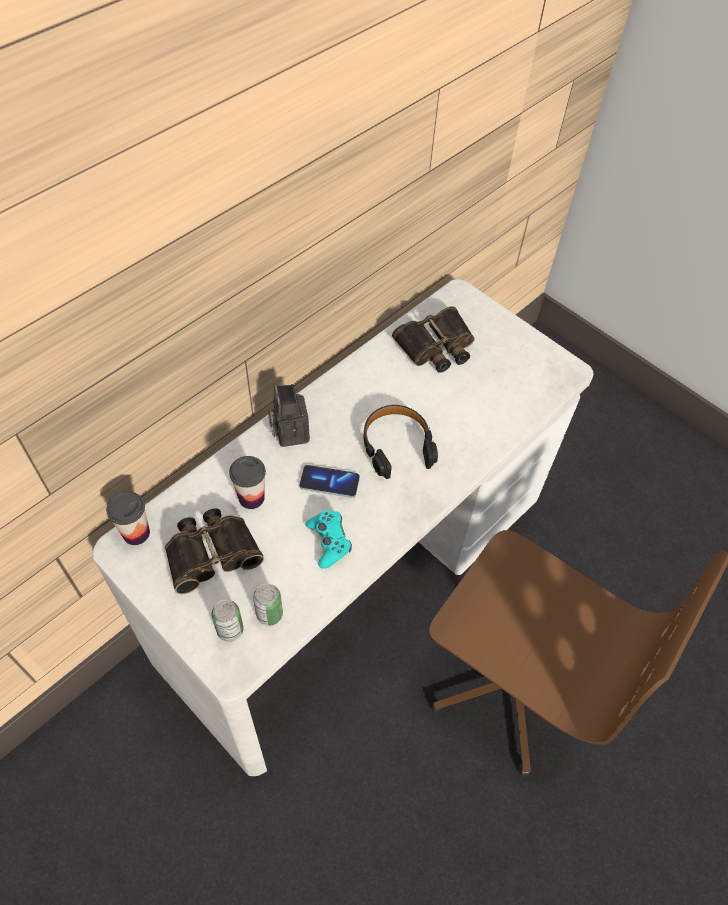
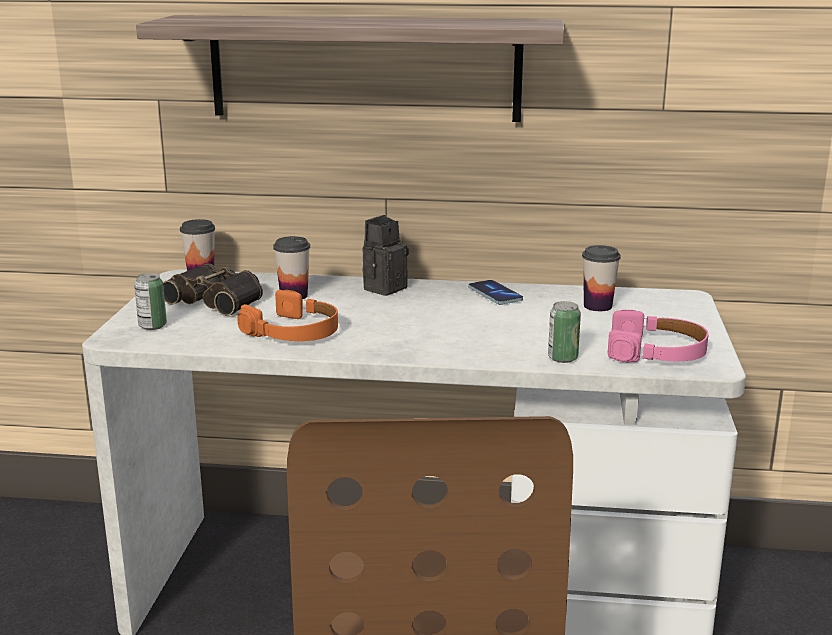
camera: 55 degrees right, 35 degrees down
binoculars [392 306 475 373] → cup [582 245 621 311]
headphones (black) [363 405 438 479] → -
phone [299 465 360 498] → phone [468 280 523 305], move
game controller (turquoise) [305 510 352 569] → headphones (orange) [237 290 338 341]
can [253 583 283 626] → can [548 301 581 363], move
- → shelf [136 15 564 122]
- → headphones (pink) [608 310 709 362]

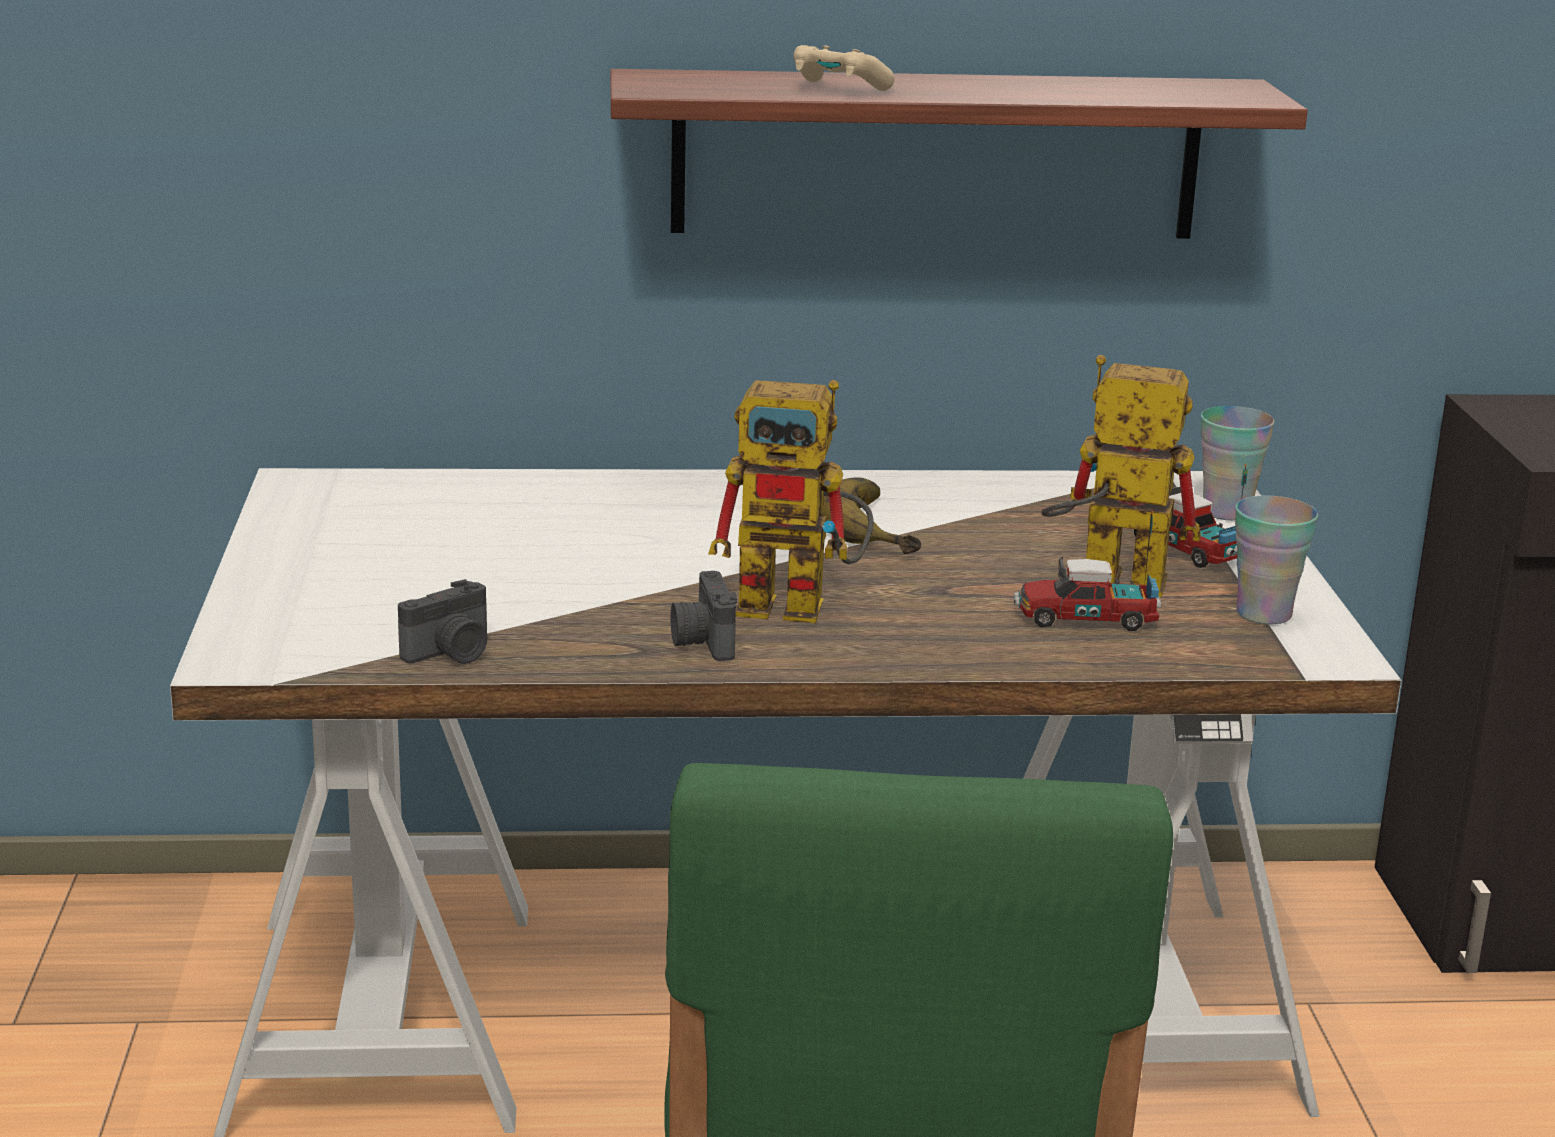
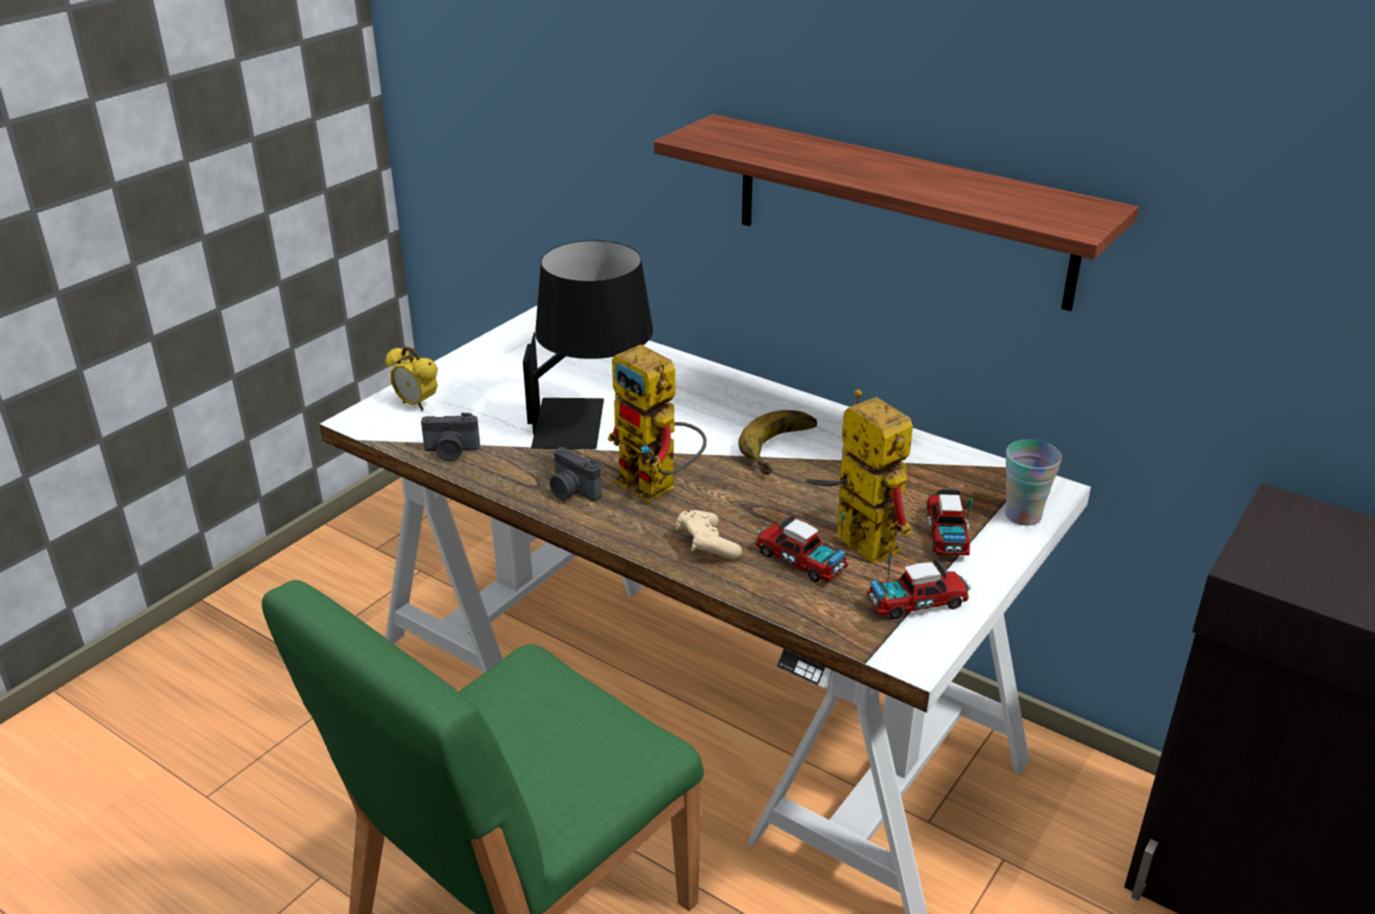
camera: 40 degrees right, 10 degrees up
game controller (beige) [794 45 894 91] → game controller (beige) [676 510 742 560], move
cup [1235 496 1318 625] → toy truck [866 551 971 619]
photo camera [670 571 737 661] → photo camera [550 447 602 501], 75 degrees counterclockwise
- → table lamp (black) [523 240 653 449]
- → alarm clock [385 346 438 411]

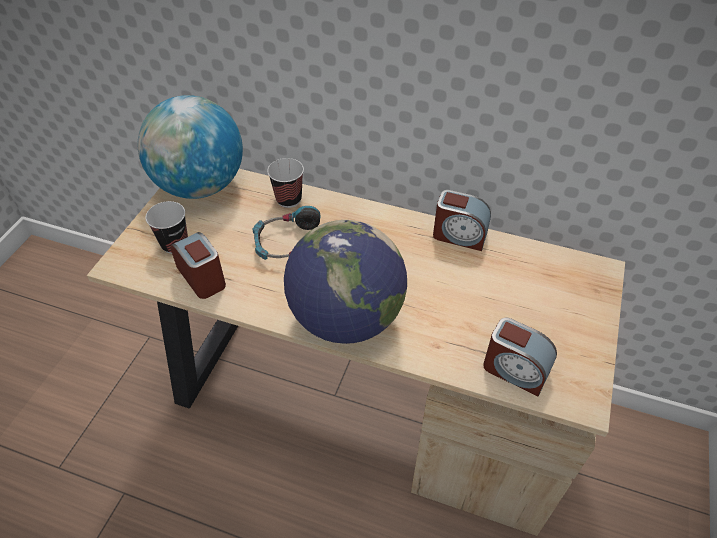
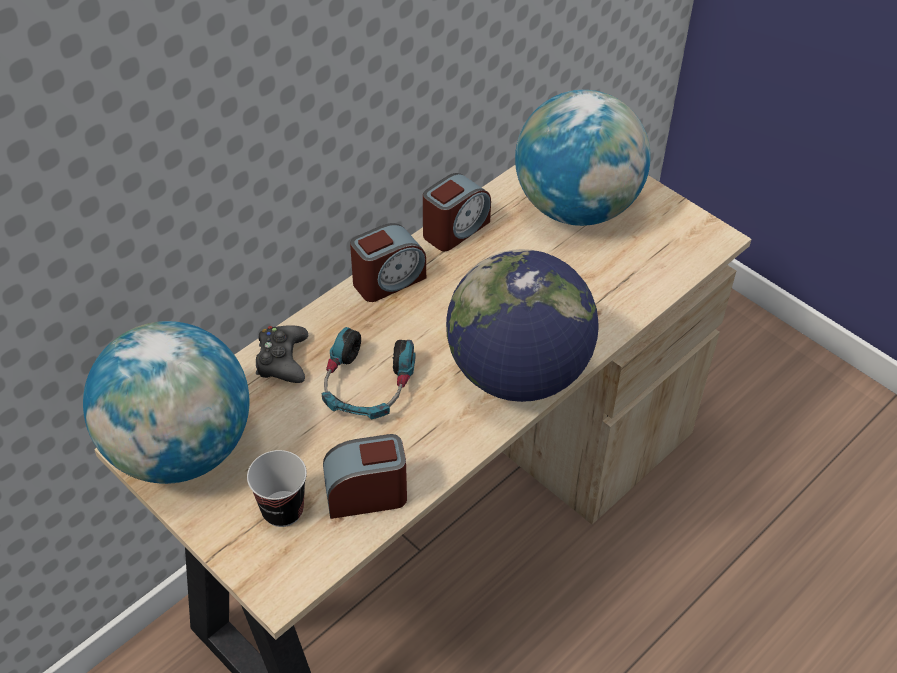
camera: 65 degrees left, 0 degrees up
cup [267 158 304 208] → game controller (black) [256 325 308 383]
alarm clock [483 317 557 396] → alarm clock [350 223 426 302], move
- → globe [515 90 651 226]

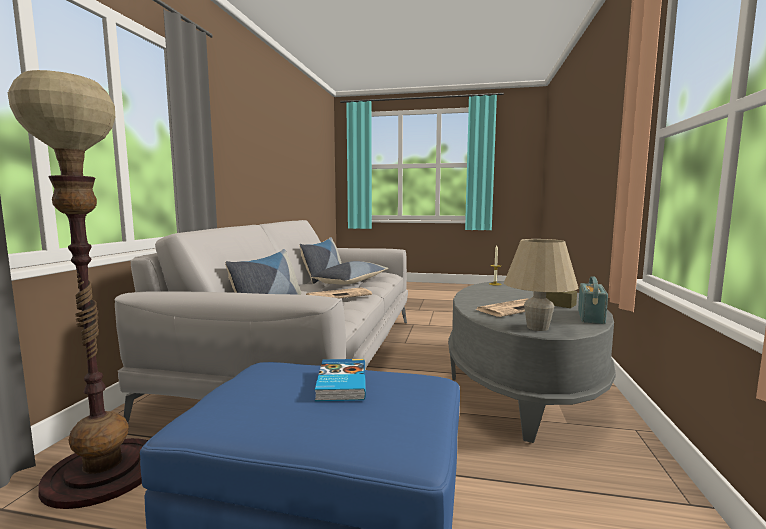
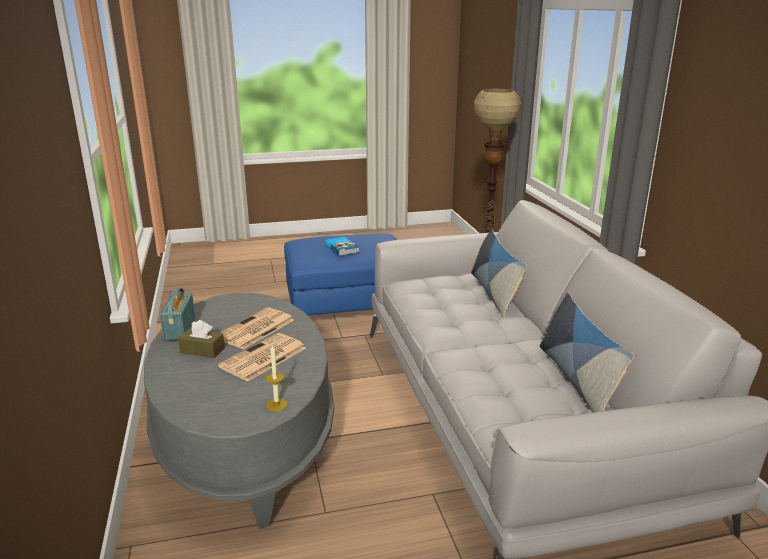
camera: 155 degrees right, 15 degrees up
table lamp (beige) [504 239 579 331] → -
pillow [311 261 388 284] → -
newspaper [306 287 372 298] → newspaper [218 333 306 382], move

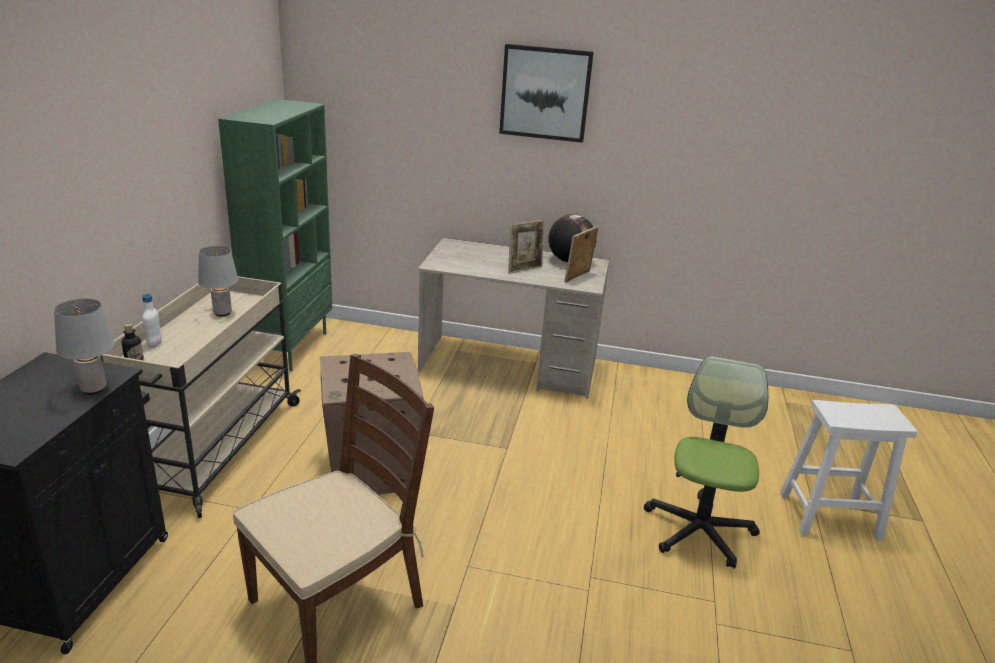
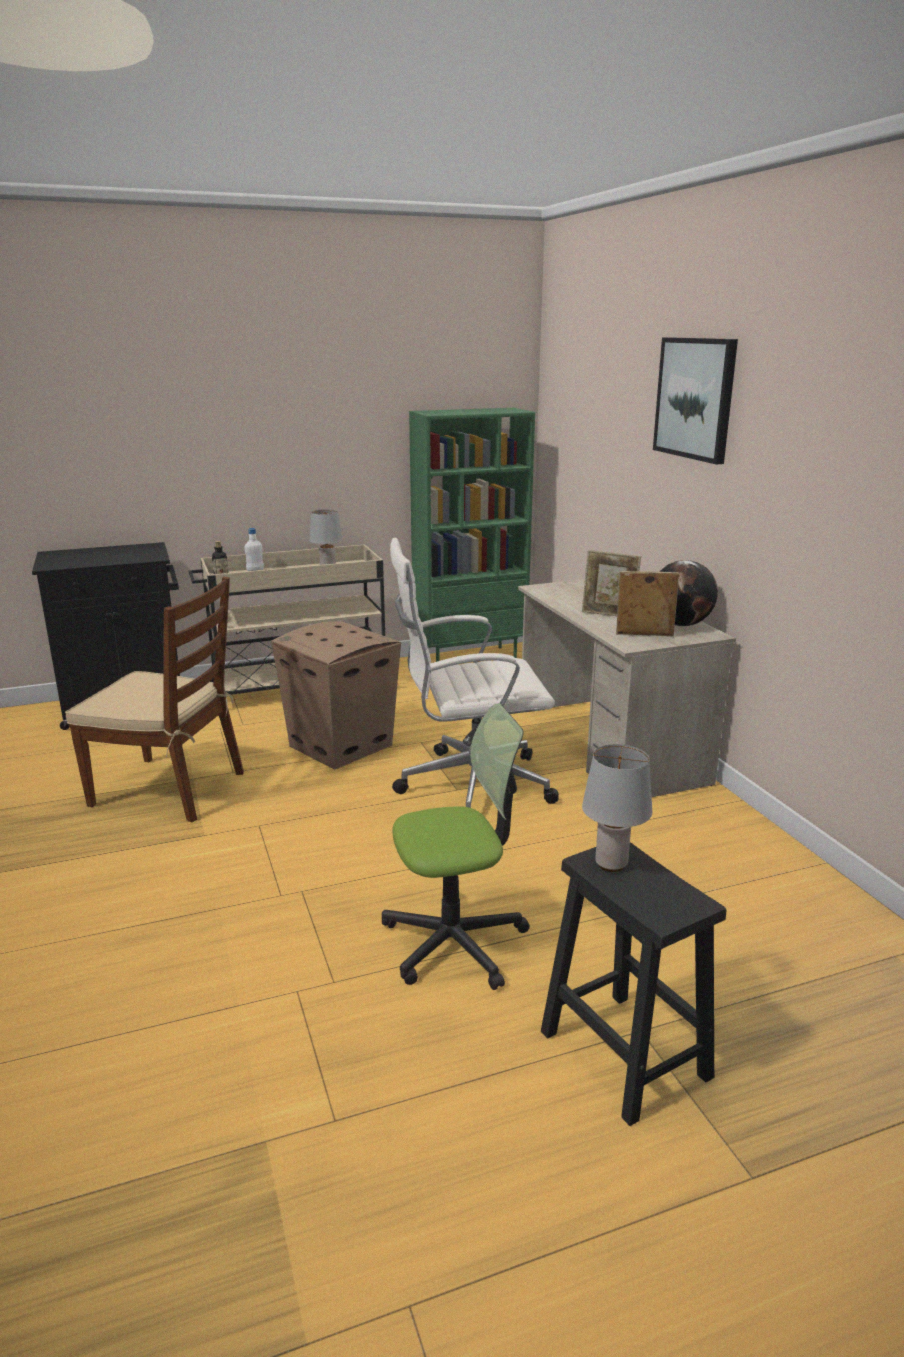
camera: 60 degrees right, 5 degrees down
table lamp (grey) [54 299 115 395] → table lamp (grey) [582 744 652 872], move
stool (white) [780 400 917 540] → stool (black) [541 842 726 1126]
- → office chair (white) [390 538 559 808]

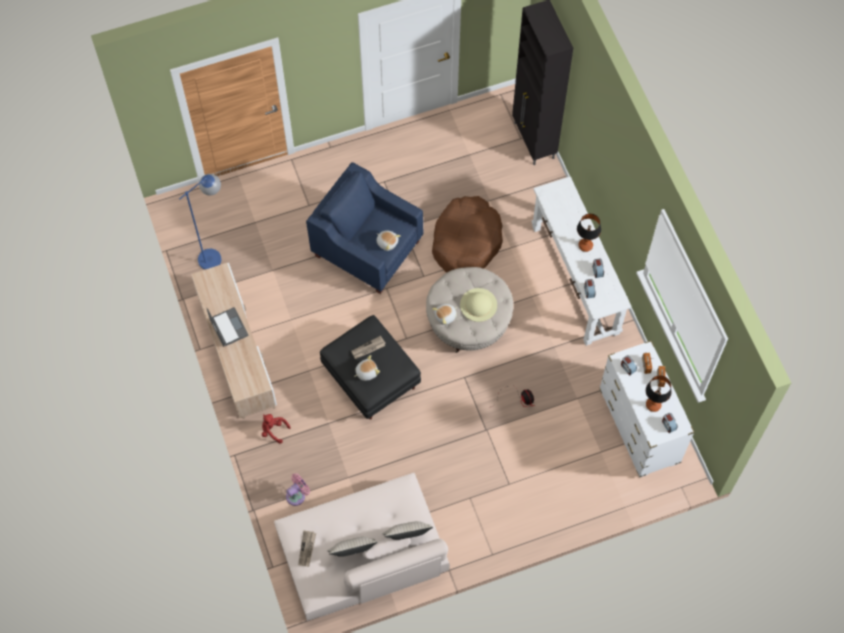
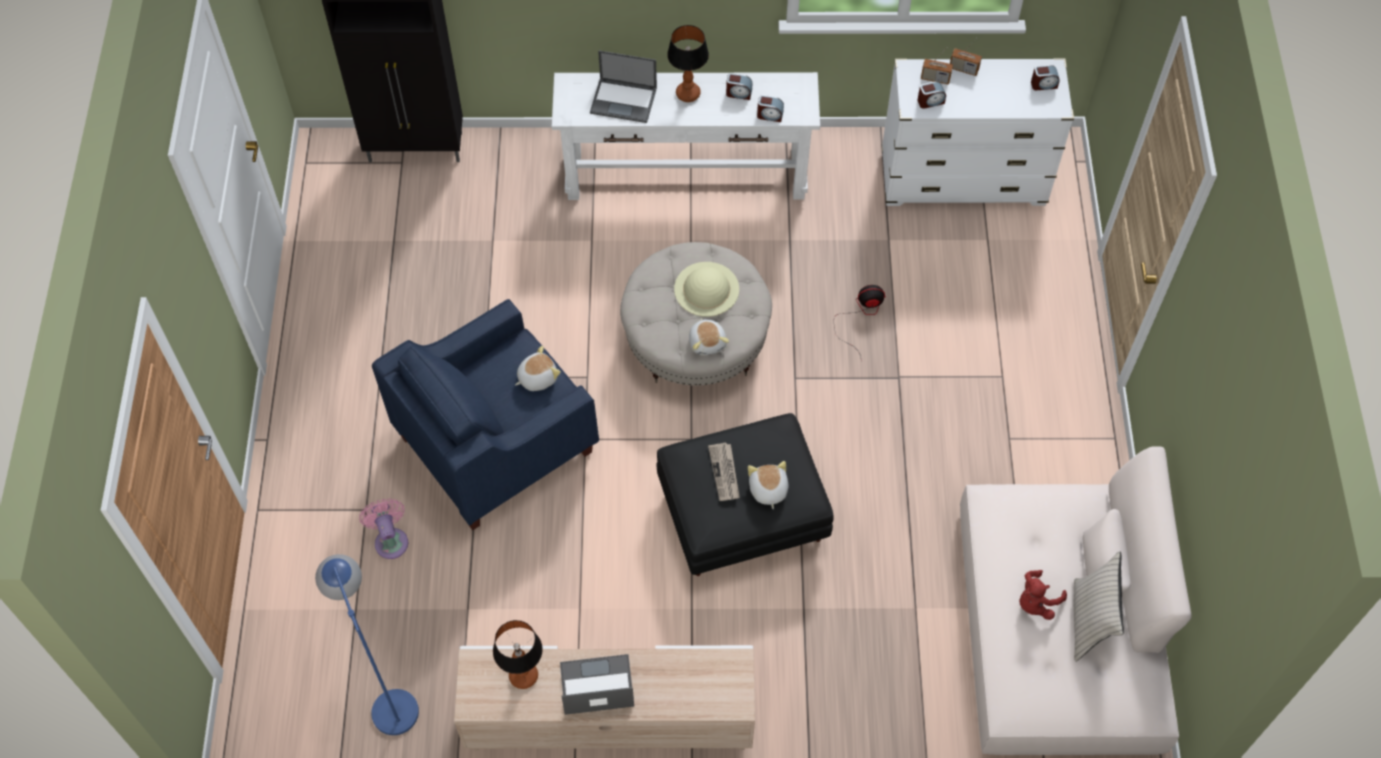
camera: 70 degrees left, 5 degrees down
dog bed (brown) [432 196 503 272] → -
table lamp [646 375 671 412] → table lamp [493 620 543 689], move
plush toy (red) [262 414 291 443] → plush toy (red) [1019 570 1067 620], move
fan (pink) [286 473 310 506] → fan (pink) [359 499 408 559], move
pillow (beige) [382 521 433 540] → -
newspaper [298 531 316 567] → -
- → laptop [590 50 657 123]

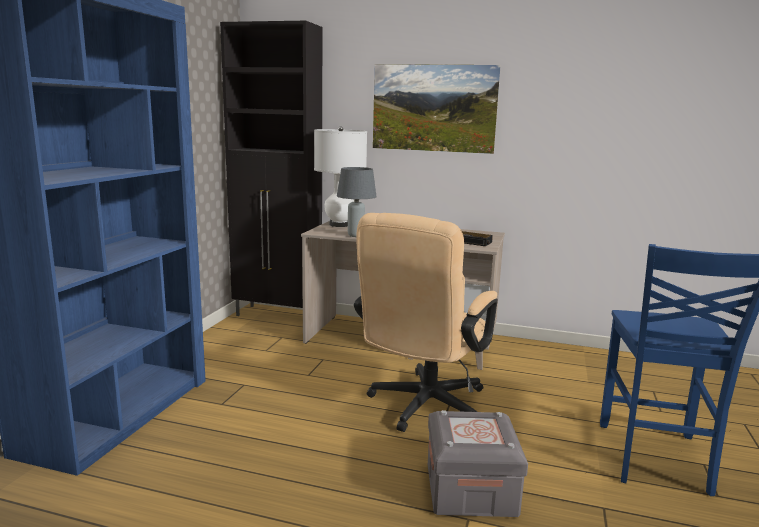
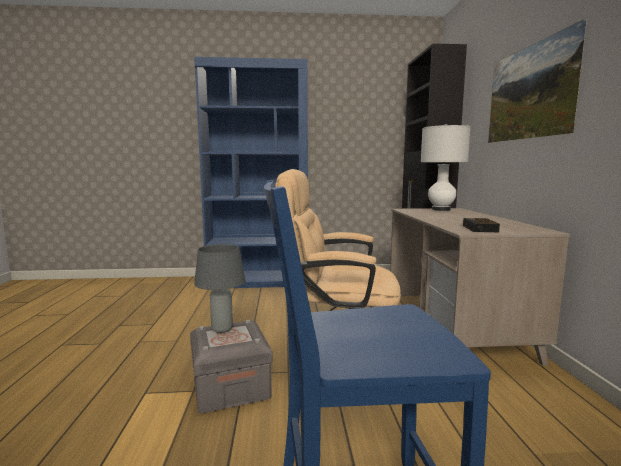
camera: 70 degrees right, 5 degrees down
table lamp (grey) [337 167 377 237] → table lamp (grey) [194 244 246 333], move

